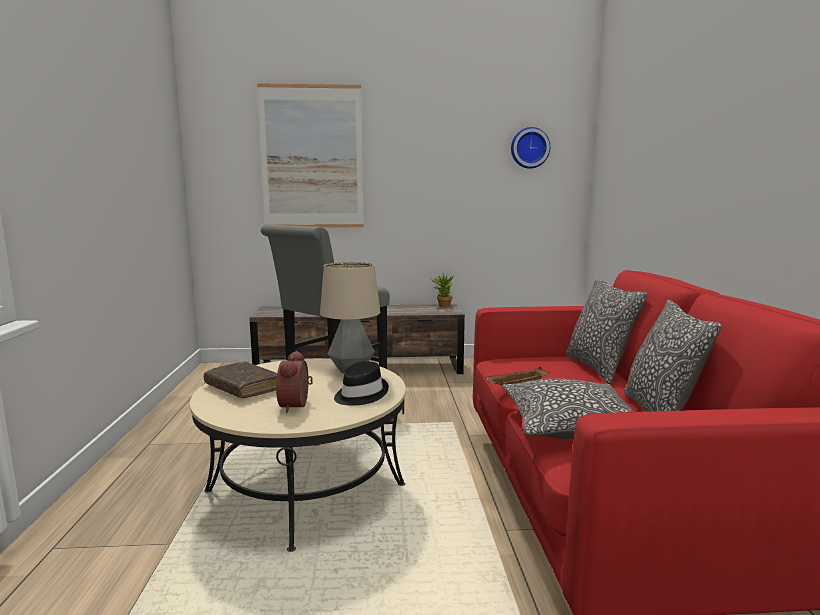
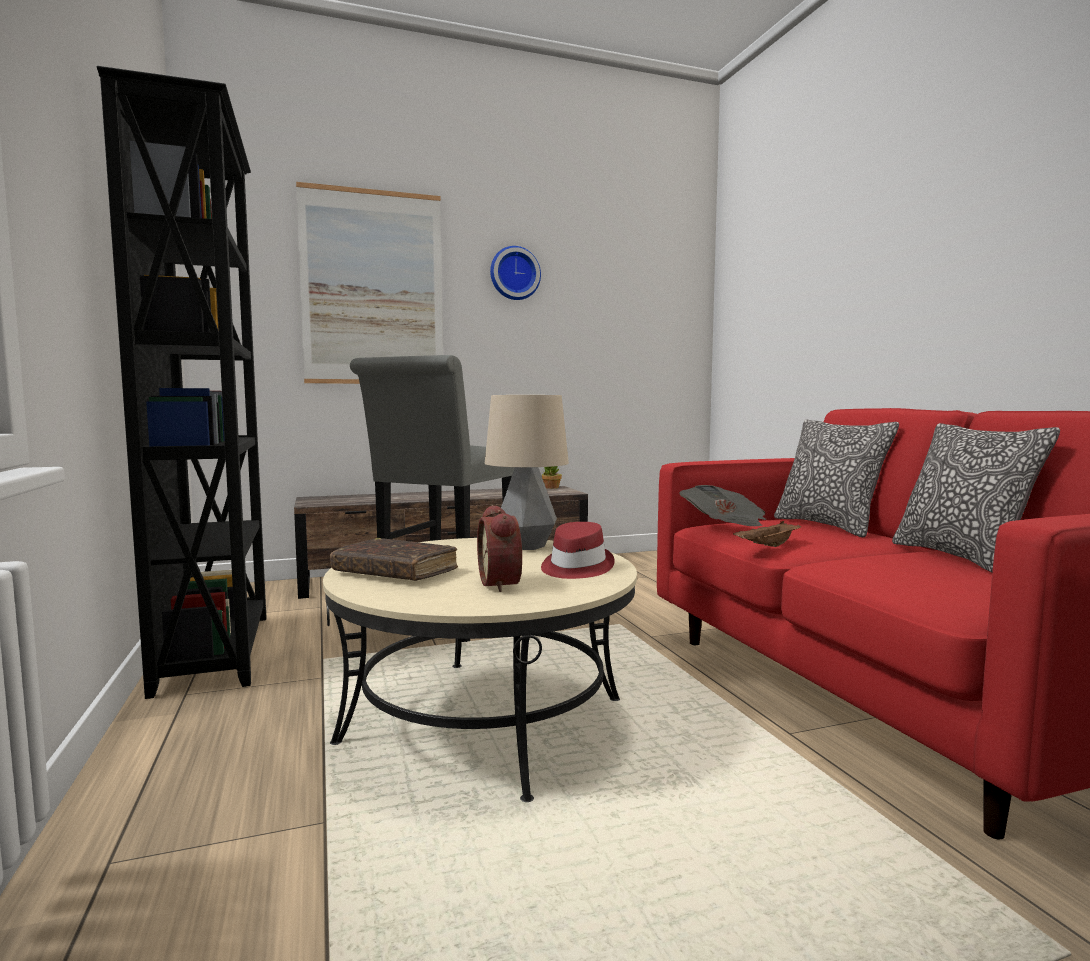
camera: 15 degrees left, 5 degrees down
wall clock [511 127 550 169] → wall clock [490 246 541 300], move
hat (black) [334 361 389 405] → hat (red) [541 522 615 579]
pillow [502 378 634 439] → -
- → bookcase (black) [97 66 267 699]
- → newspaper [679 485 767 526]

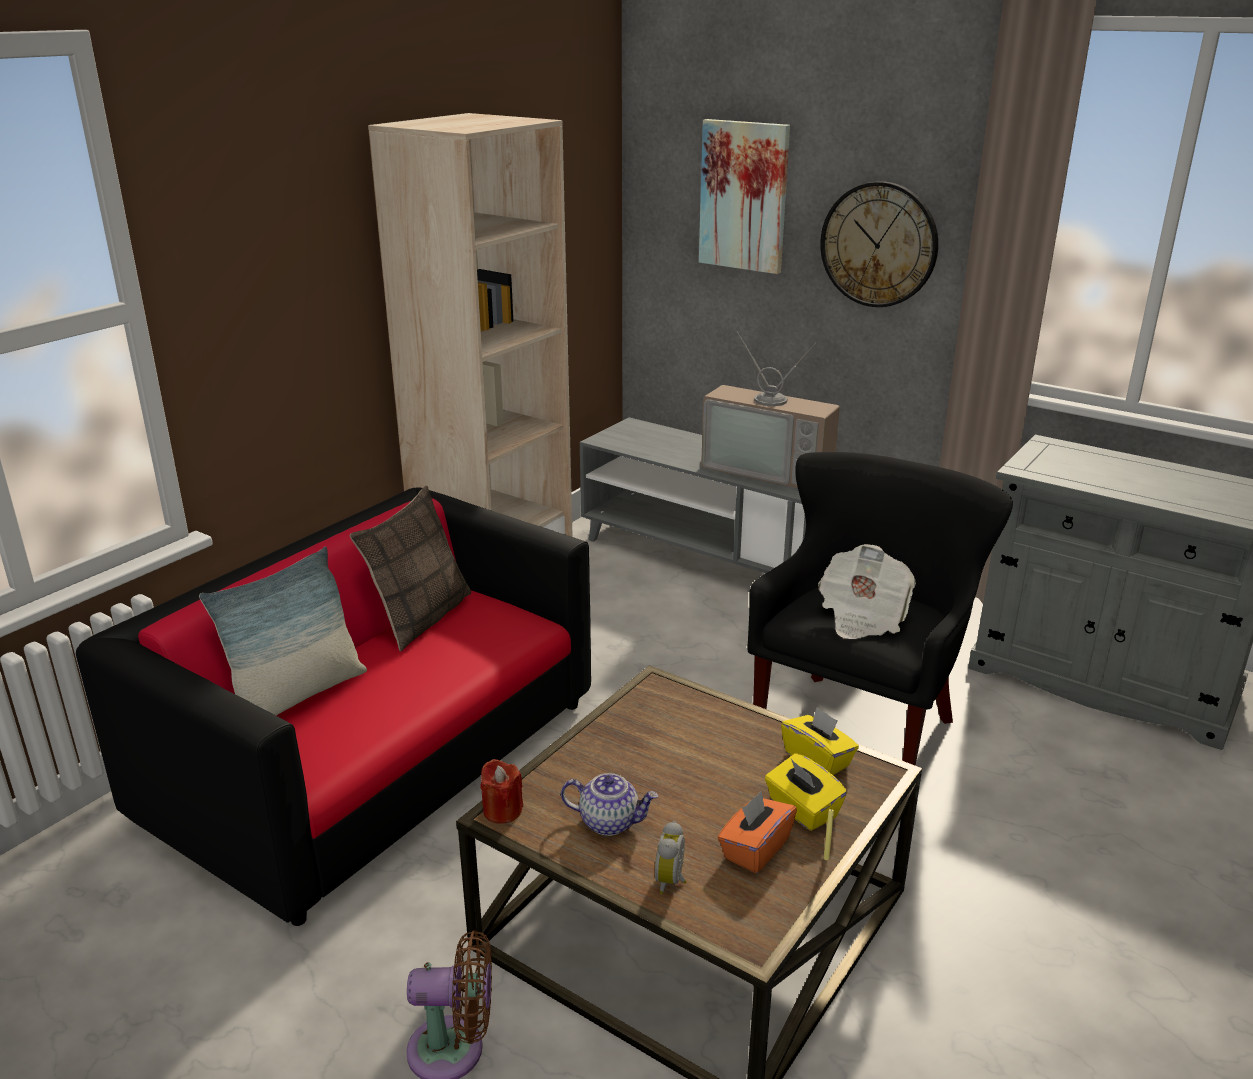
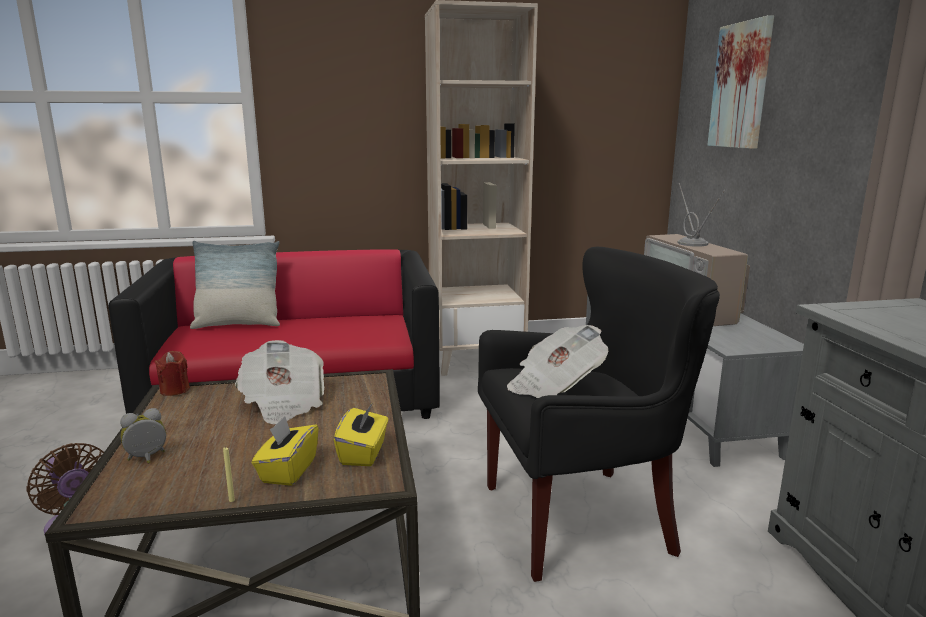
camera: 45 degrees right, 10 degrees down
wall clock [820 181 938 307] → -
pillow [350 486 471 651] → -
teapot [561 773 658 836] → -
tissue box (orange) [718 791 797 873] → -
- → newspaper [235 340 324 425]

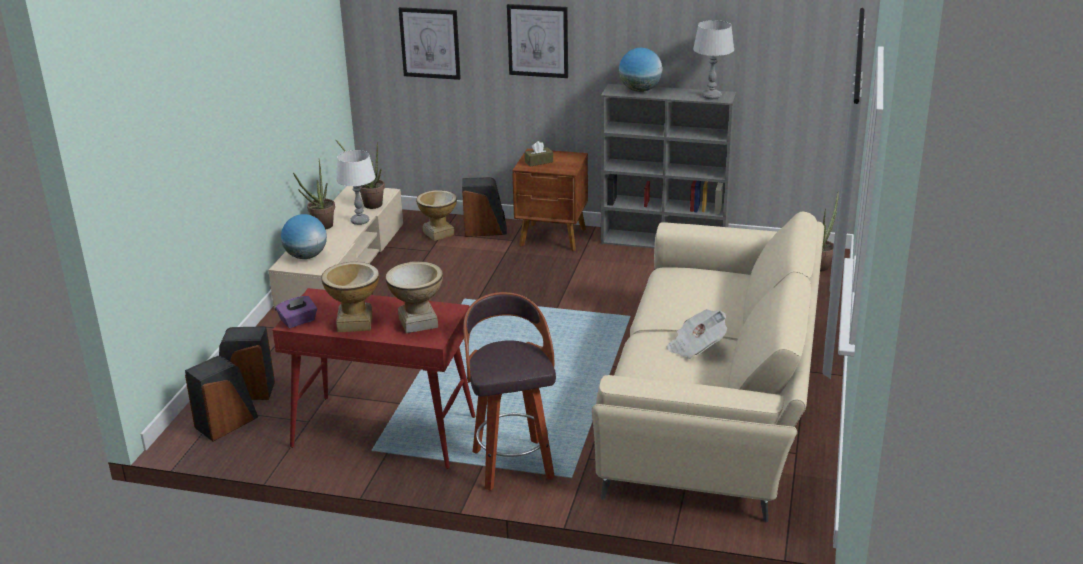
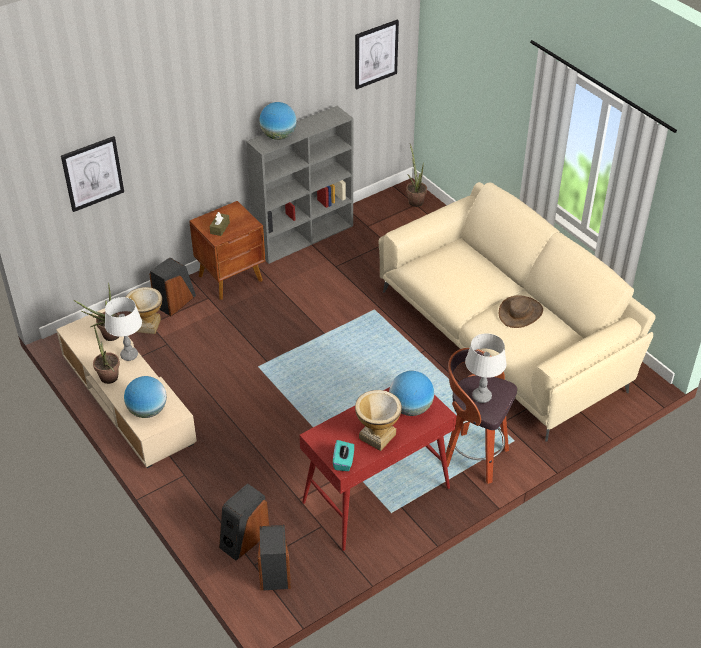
camera: 50 degrees left, 15 degrees up
picture [507 4 568 78] → picture [355 20 399 90], move
table lamp (grey) [693 20 734 99] → table lamp (grey) [465 333 507 403], move
vase [385 261 443 333] → globe [389 371 434 416]
tissue box (purple) [276 296 317 328] → tissue box (turquoise) [333 440 354 471]
newspaper [666 309 727 359] → hat (brown) [499 295 543 328]

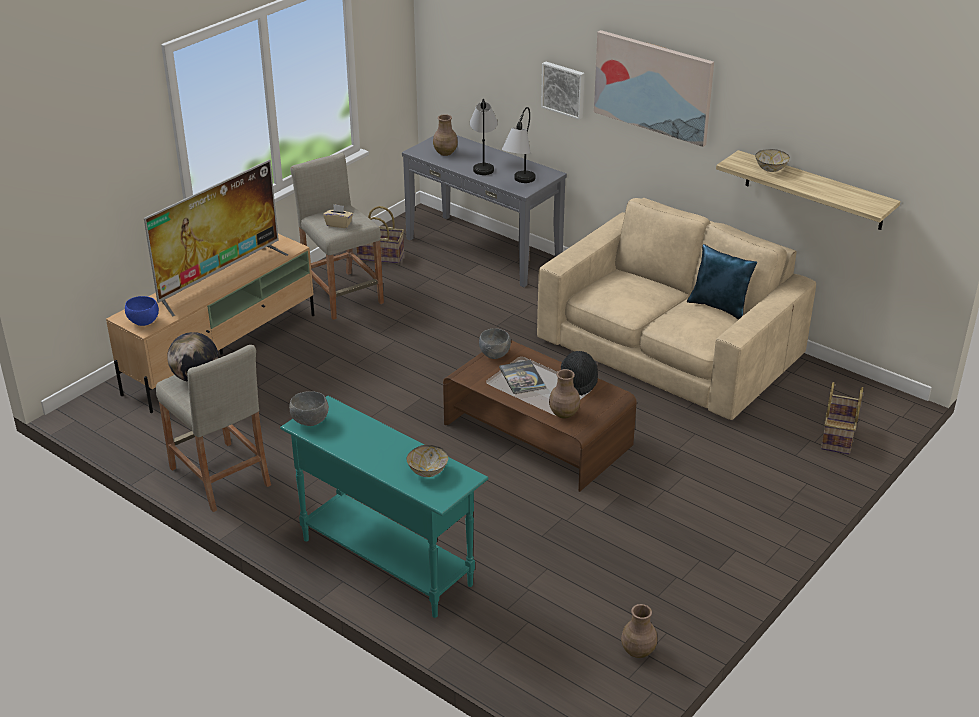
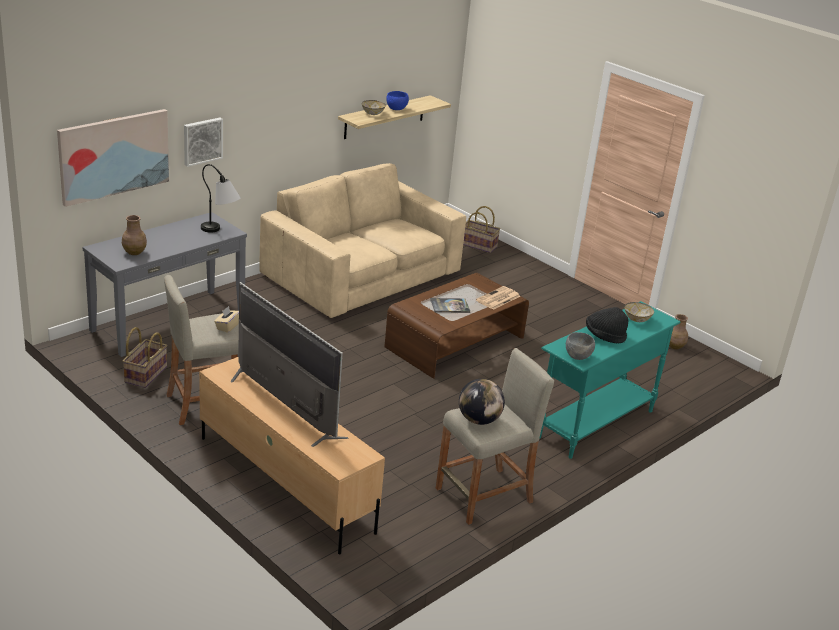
camera: 85 degrees left, 5 degrees down
picture [594 30 714 147] → picture [57 109 169 207], move
table lamp [470 99 498 175] → -
pillow (blue) [687 244 757 320] → -
bowl (blue) [125 296 159 326] → bowl (blue) [386 91 409 110], move
bowl (grey) [479 328 511 359] → -
hat (black) [561 351 598 396] → hat (black) [586 307 628 343], move
vase (brown) [549 369 580 419] → newspaper [476 286 520 310]

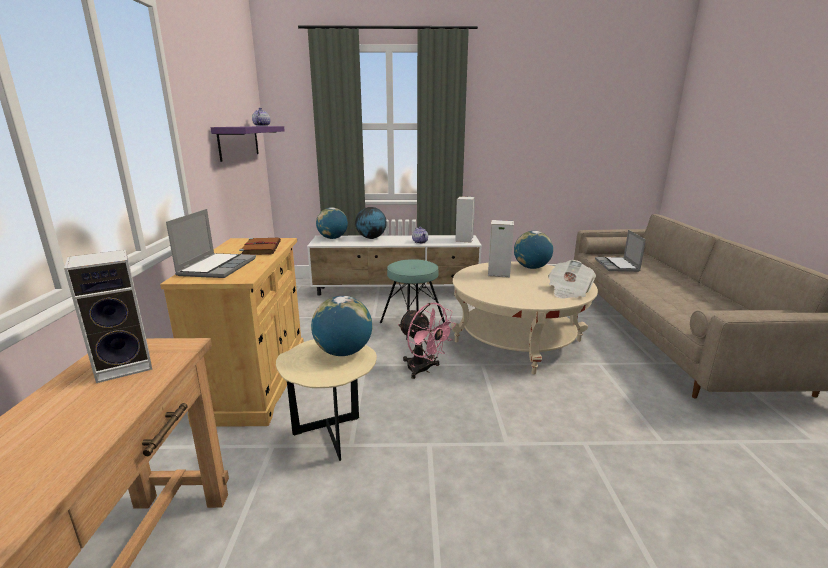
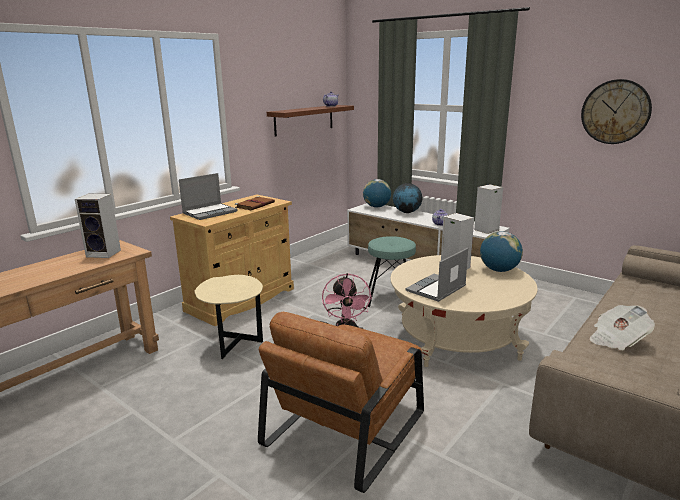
camera: 40 degrees right, 0 degrees up
shelf (purple) [210 126 285 162] → shelf (brown) [267 105 354 137]
laptop [595 230 646 272] → laptop [405 248 468 302], move
newspaper [548 260 596 298] → newspaper [589 305 655 351], move
globe [311 296 373 356] → -
- → wall clock [581 79 652 144]
- → armchair (brown) [258 312 424 493]

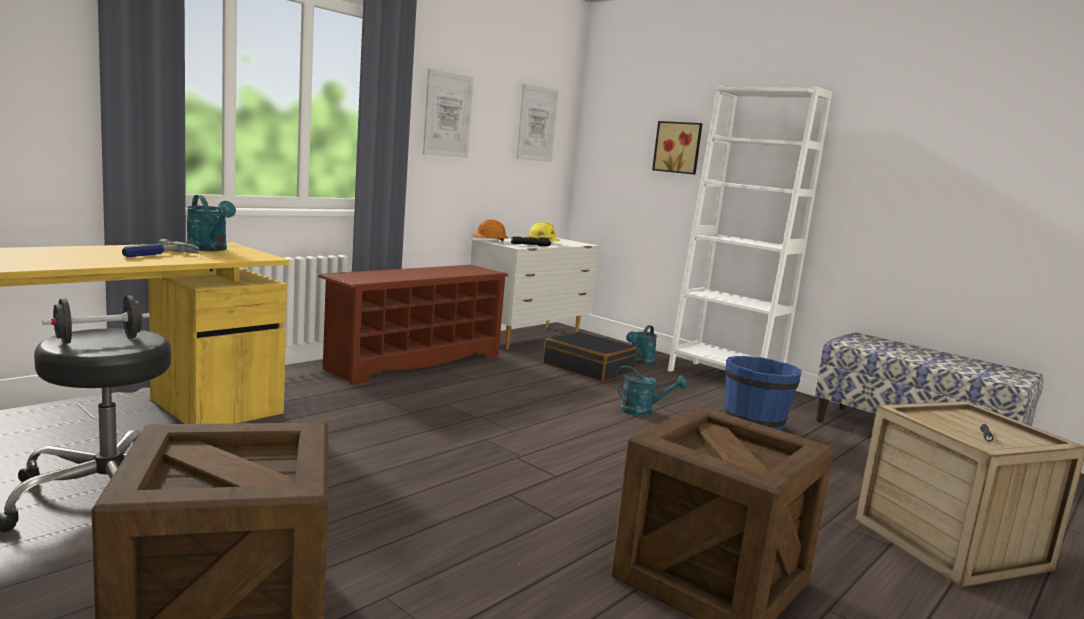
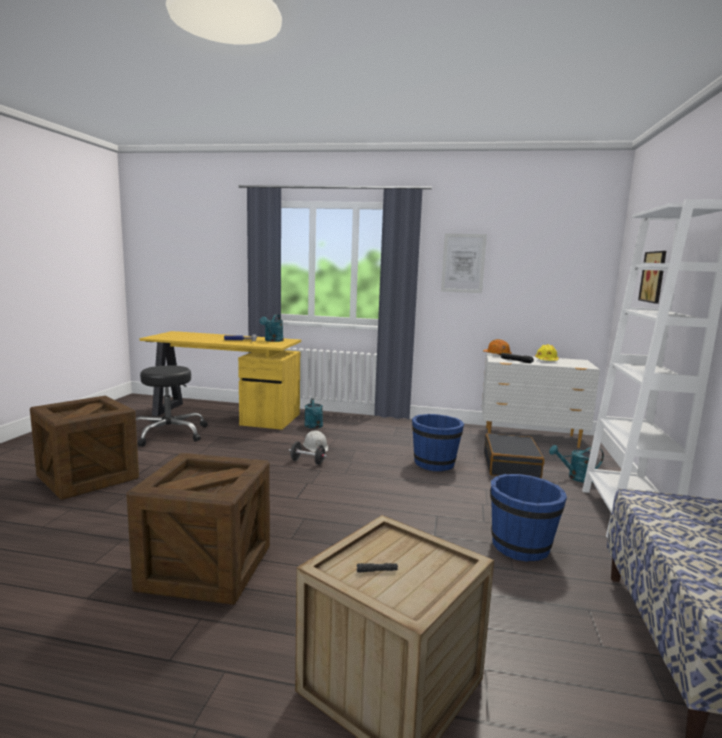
camera: 60 degrees right, 0 degrees up
picture [516 84 558 162] → -
shoe rack (brown) [318 265 509 385] → -
dumbbell (black) [42 296 150 344] → dumbbell (black) [289 441 327 465], move
watering can (turquoise) [615 366 687 416] → watering can (turquoise) [304 398 323 429], move
- → bucket (blue) [412 414 464 471]
- → hard hat (white) [303 430 328 452]

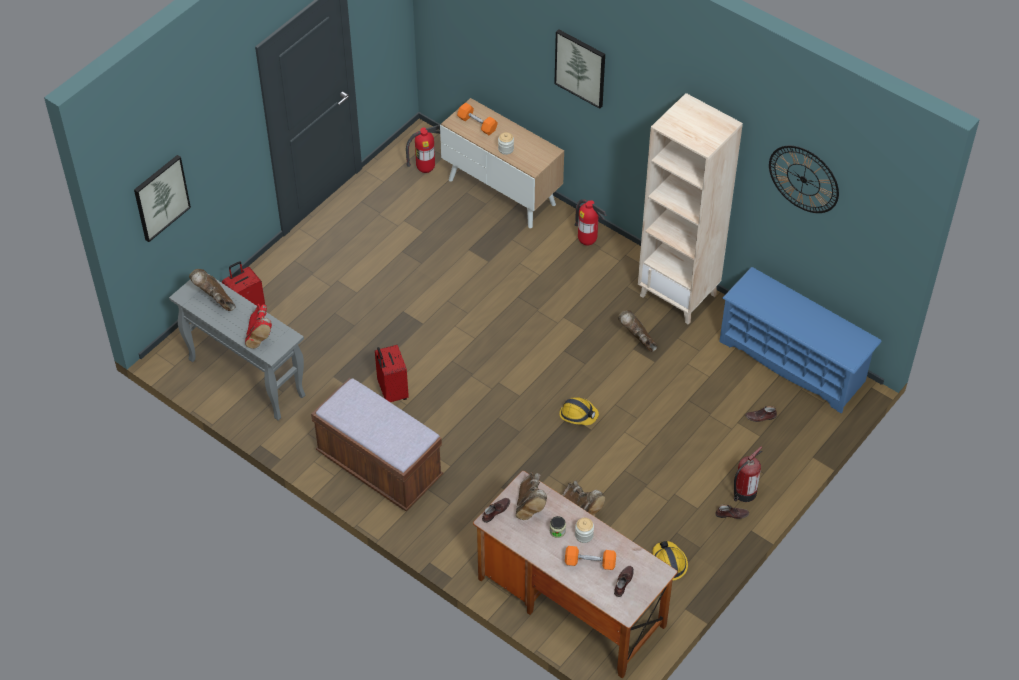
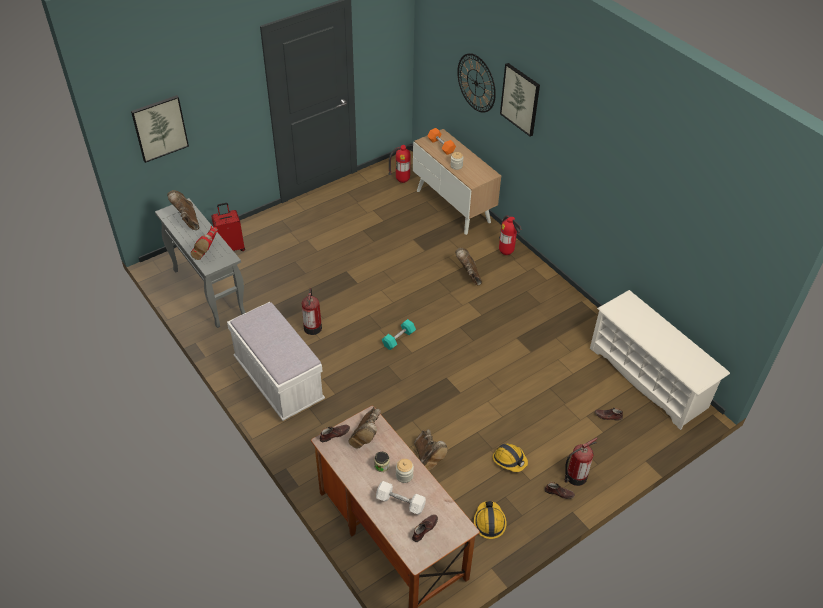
camera: 15 degrees right, 5 degrees down
bookcase (beige) [638 93 743 325] → -
wall clock [769 146 839 213] → wall clock [457 53 496 113], move
shoe rack (blue) [719 267 882 413] → shoe rack (white) [590 290 730 430]
boot (brown) [618 310 658 352] → boot (brown) [455 247 482 285], move
suitcase (red) [375 345 409 402] → fire extinguisher [302 288 322 335]
bench (brown) [311 378 443 511] → bench (white) [227 302 325 421]
hard hat [559 397 599 425] → hard hat [492 444 528 472], move
dumbbell (orange) [565 546 616 570] → dumbbell (white) [376 481 426 515]
- → dumbbell (turquoise) [382 319 416 350]

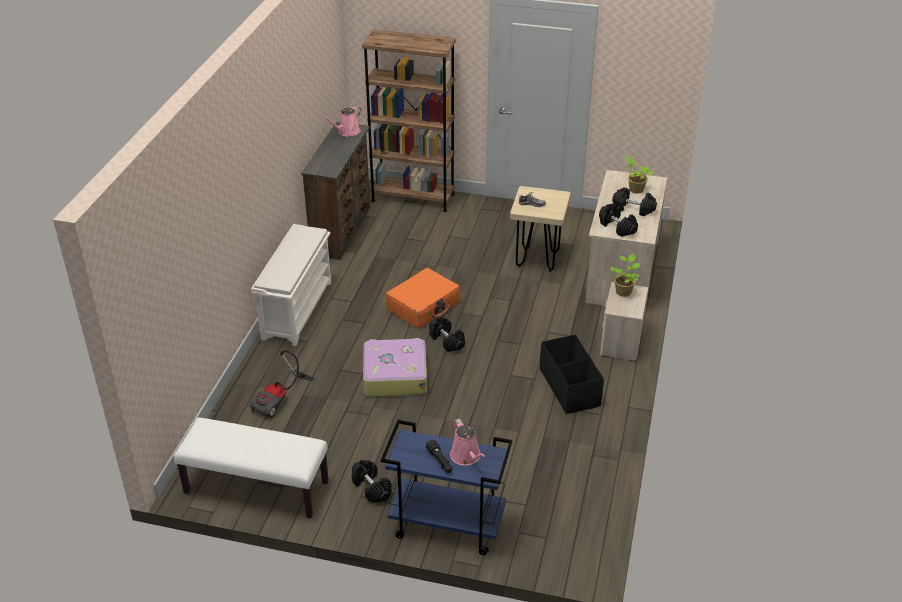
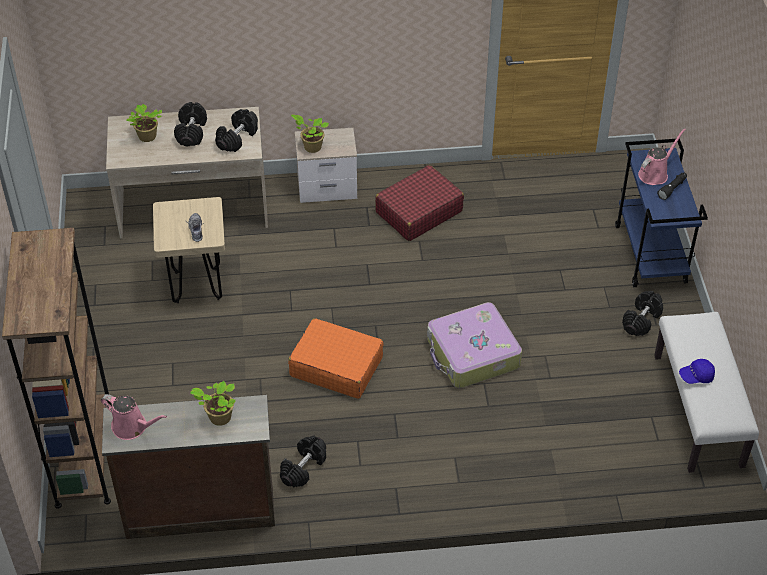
camera: 110 degrees left, 10 degrees up
shoe rack (white) [251 224 331 346] → -
dumbbell (black) [429 317 465 352] → dumbbell (black) [280 436 326 487], move
storage box (black) [540 334 604 414] → suitcase (red) [375 165 464 241]
vacuum cleaner [250 350 314 419] → -
- → cap (blue) [679 359 715 384]
- → potted plant [190 381 236 426]

